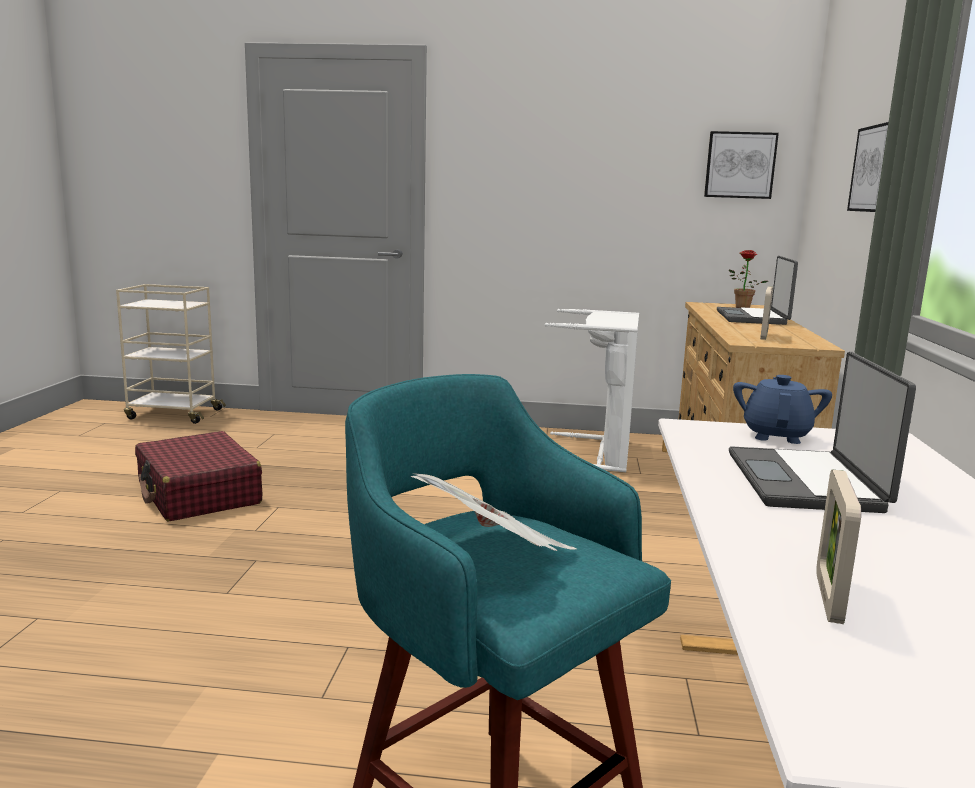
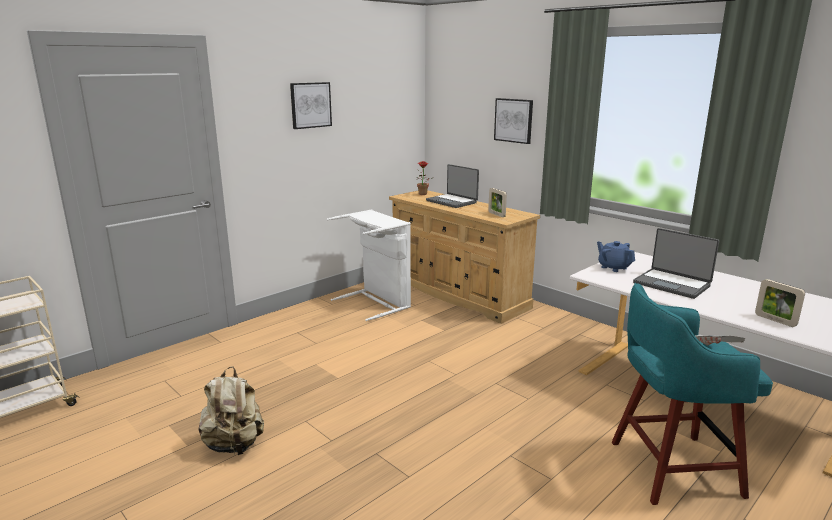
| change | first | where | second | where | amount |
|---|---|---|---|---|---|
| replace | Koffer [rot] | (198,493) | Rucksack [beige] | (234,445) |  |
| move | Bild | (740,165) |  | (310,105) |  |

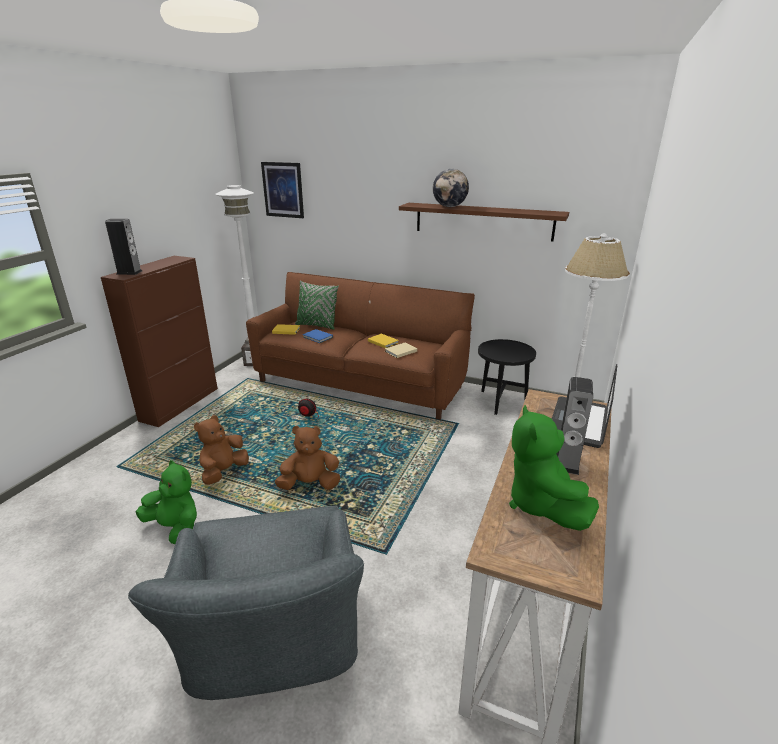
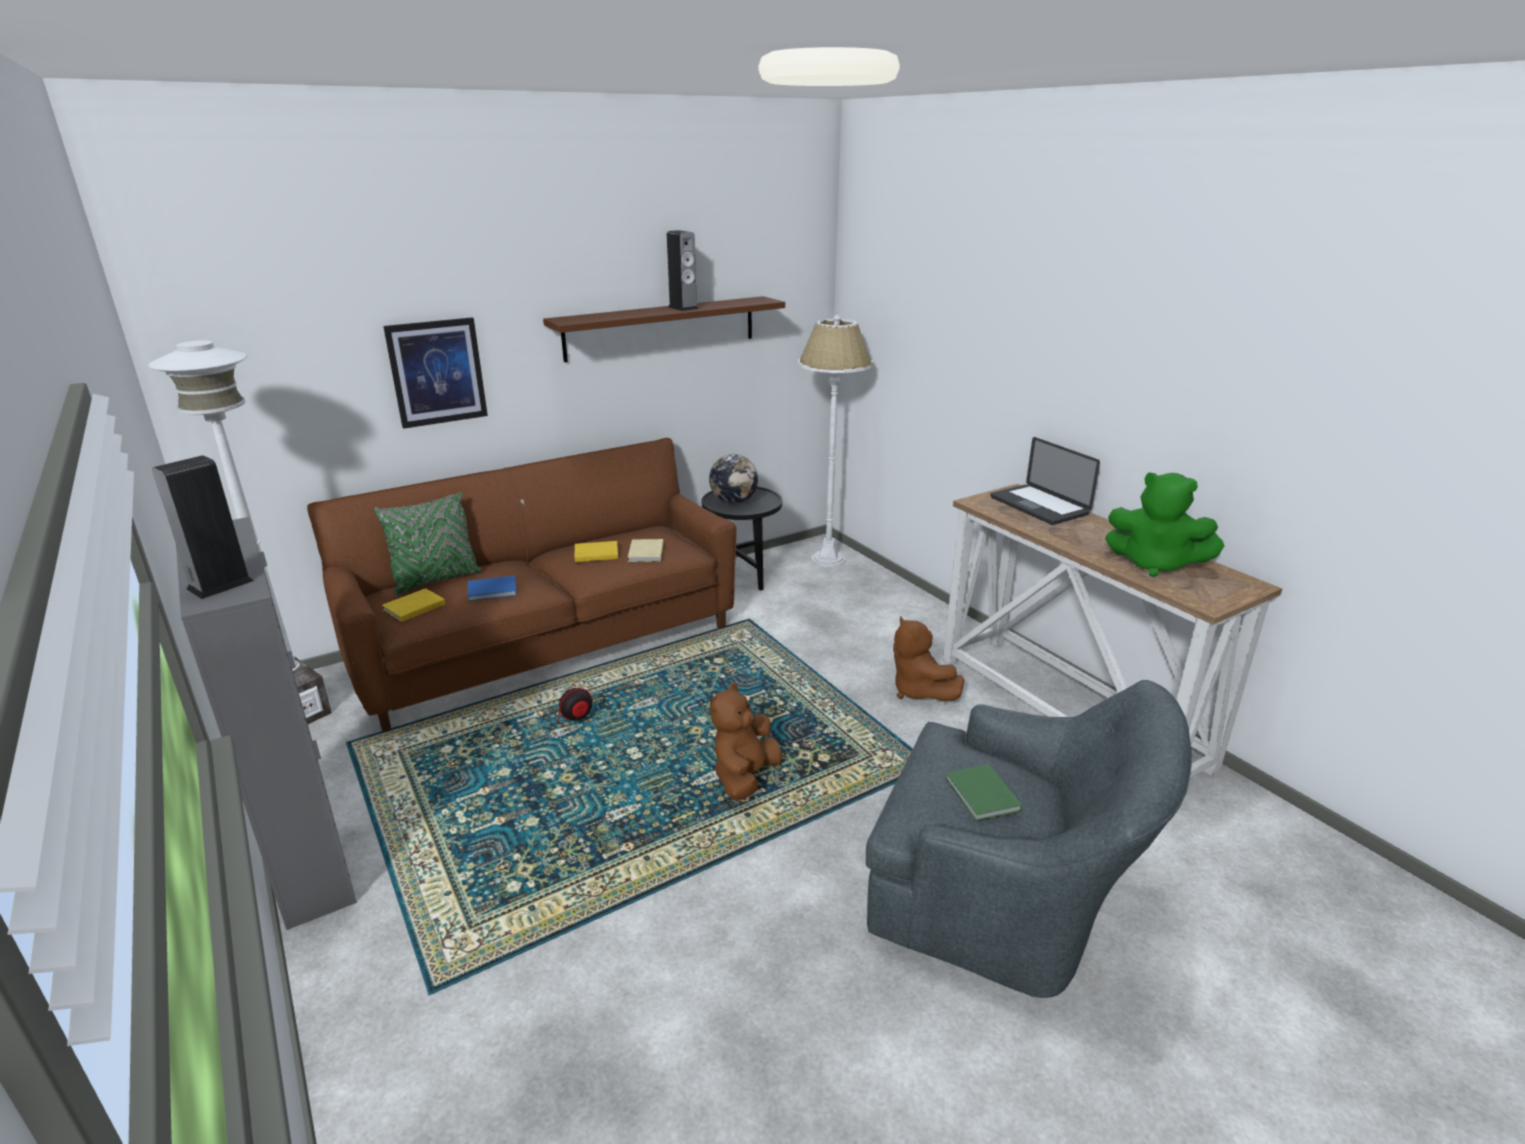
| change | first | where | second | where | amount |
|---|---|---|---|---|---|
| recolor | Schrank [braun] | (180,404) | Schrank [grau] | (308,851) |  |
| delete | Plüschtier [grün] | (176,528) |  |  |  |
| move | Plüschtier [braun] | (224,472) |  | (919,691) |  |
| move | Bild | (283,190) |  | (437,372) |  |
| move | Globus | (449,207) |  | (734,502) |  |
| move | Lautsprecher | (566,462) |  | (683,308) |  |
| insert |  |  | Buch [grün] | (982,796) |  |

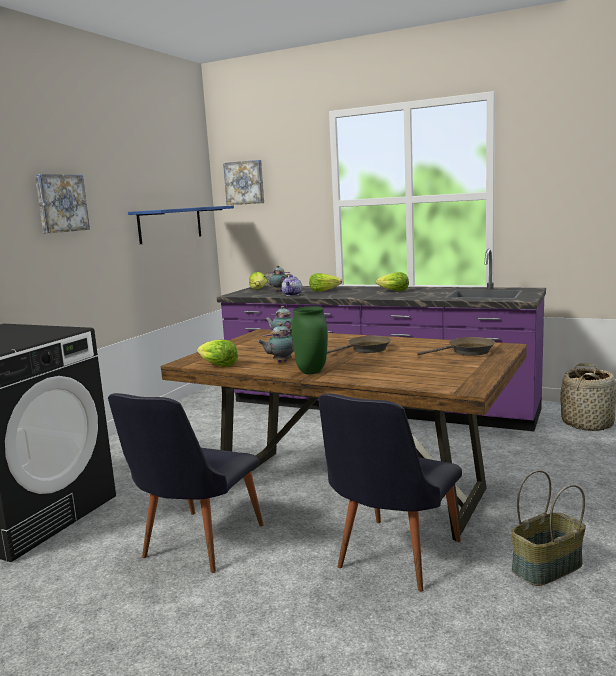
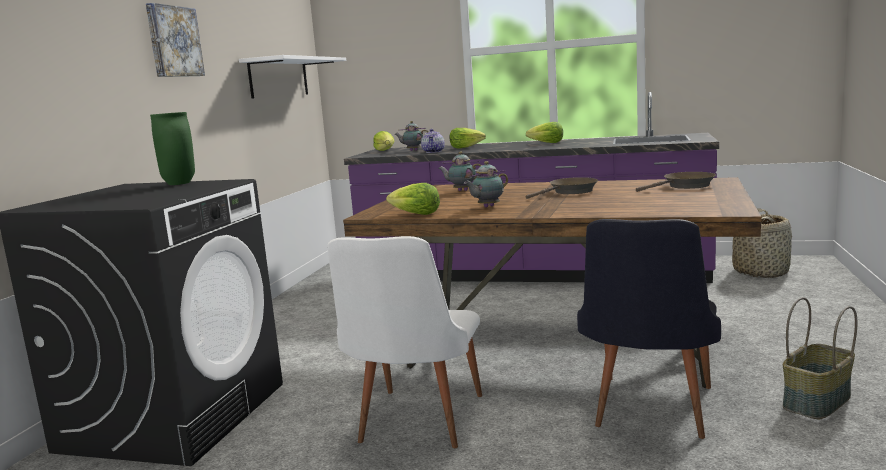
| change | first | where | second | where | amount |
|---|---|---|---|---|---|
| recolor | Stuhl [schwarz] | (194,546) | Stuhl [weiß] | (415,424) |  |
| recolor | Wandregal [blau] | (170,224) | Wandregal [weiß] | (279,78) |  |
| delete | Bild | (245,182) |  |  |  |
| move | Vase [grün] | (312,372) |  | (180,183) |  |

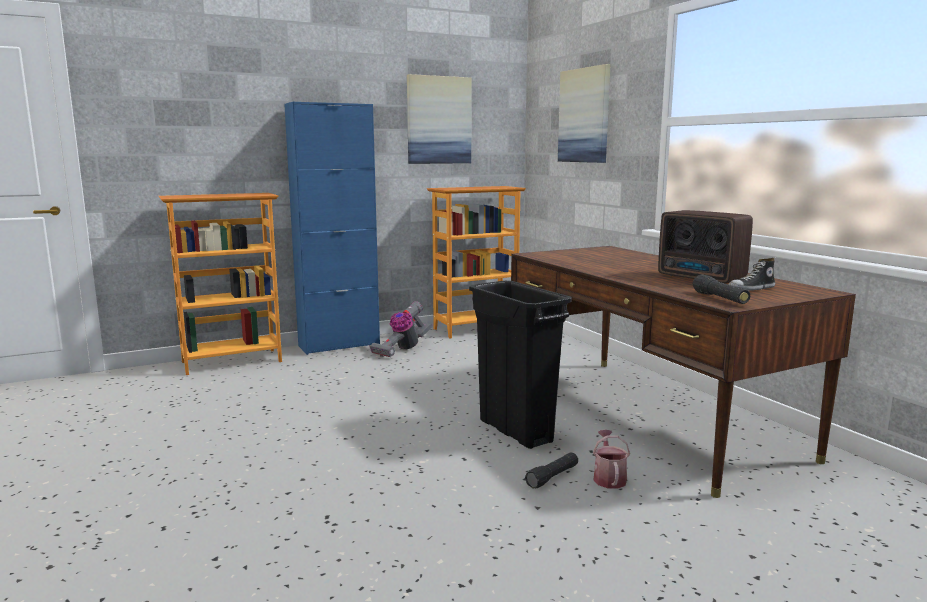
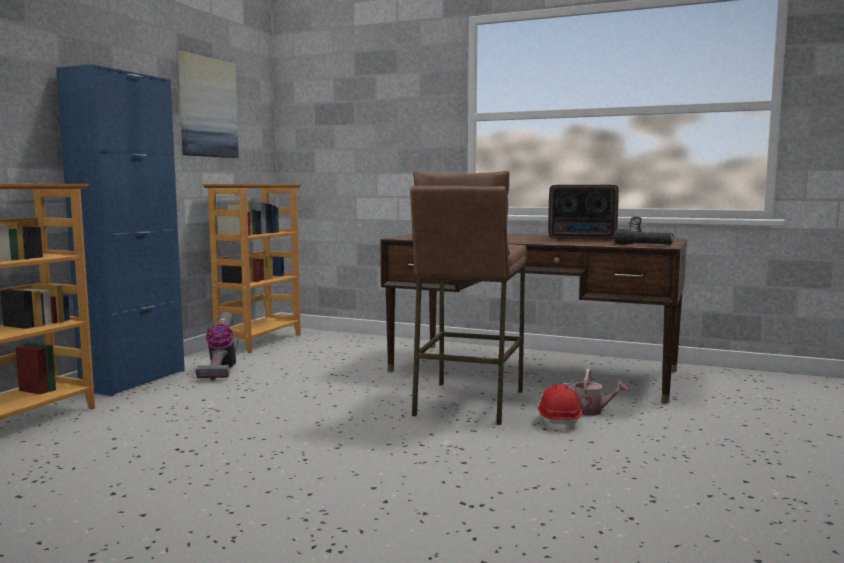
| change | first | where | second | where | amount |
|---|---|---|---|---|---|
| replace | Mülleimer [schwarz] | (515,431) | Hocker [braun] | (468,403) |  |
| replace | Taschenlampe [schwarz] | (552,477) | Schutzhelm [rot] | (559,422) |  |
| delete | Bild | (584,115) |  |  |  |
| rotate | Gießkanne | (608,477) |  | (592,411) | 150 degrees clockwise |

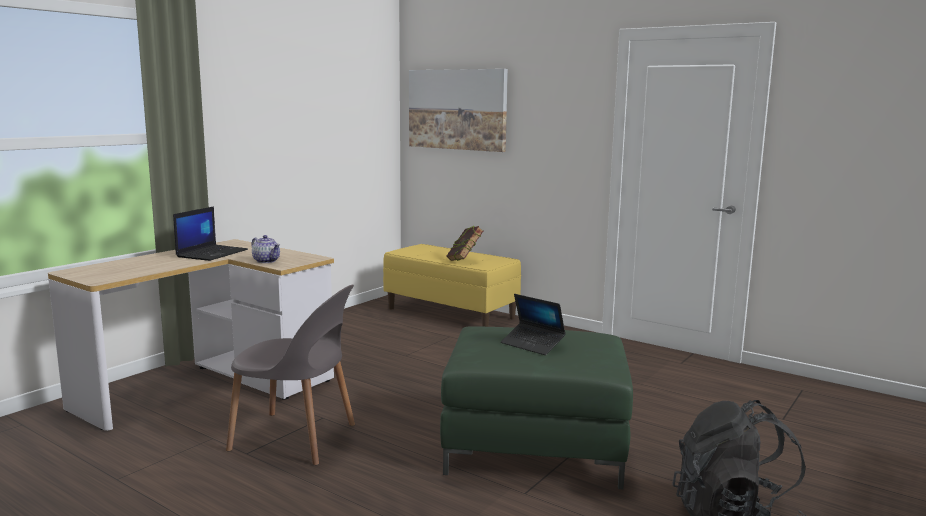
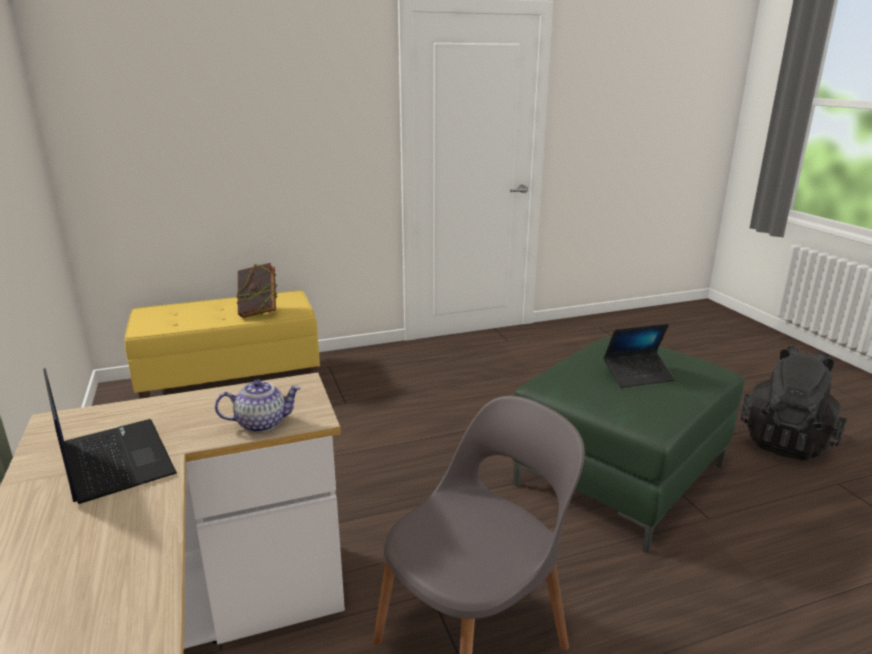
| change | first | where | second | where | amount |
|---|---|---|---|---|---|
| delete | Bild | (457,109) |  |  |  |

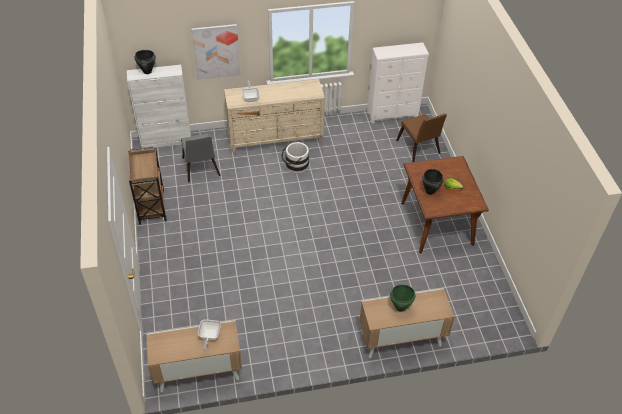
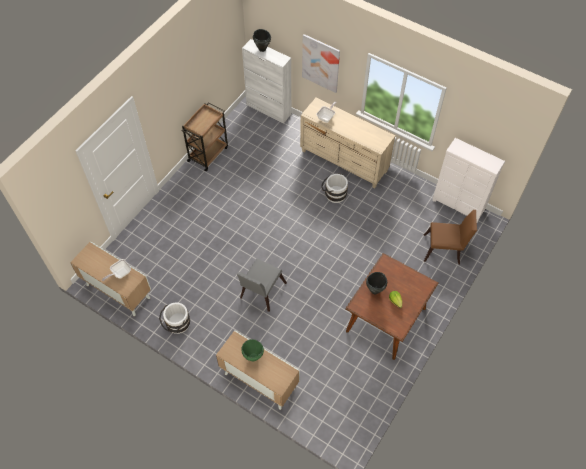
| change | first | where | second | where | amount |
|---|---|---|---|---|---|
| move | Stuhl [grau] | (201,169) |  | (261,292) |  |
| rotate | Stuhl [braun] | (418,149) |  | (444,250) | 105 degrees counterclockwise |
| insert |  |  | Eimer [weiß] | (176,325) |  |

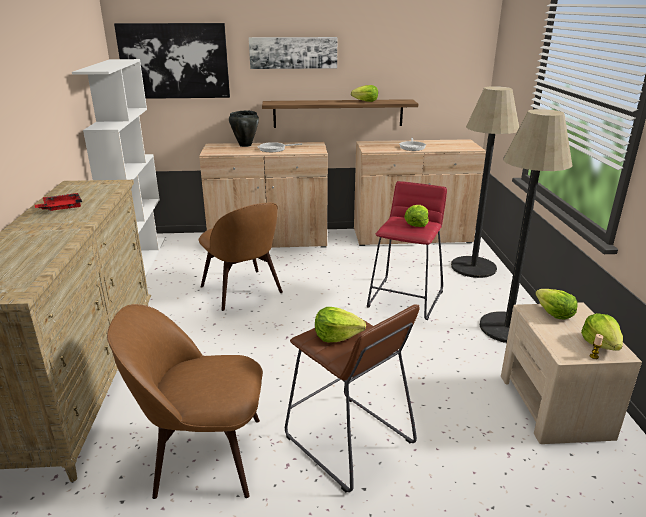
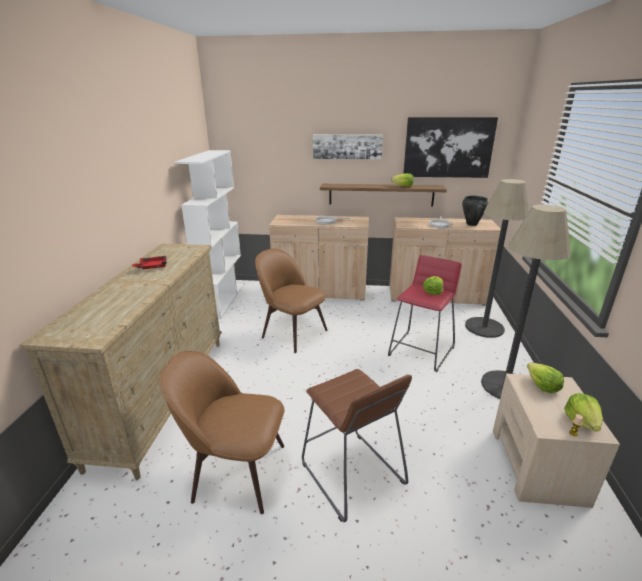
| change | first | where | second | where | amount |
|---|---|---|---|---|---|
| move | Bild | (174,61) |  | (448,147) |  |
| rotate | Stuhl [braun] | (242,291) |  | (292,333) | 150 degrees clockwise |
| move | Kochtopf [schwarz] | (245,145) |  | (471,224) |  |
| delete | Salatkopf | (337,336) |  |  |  |

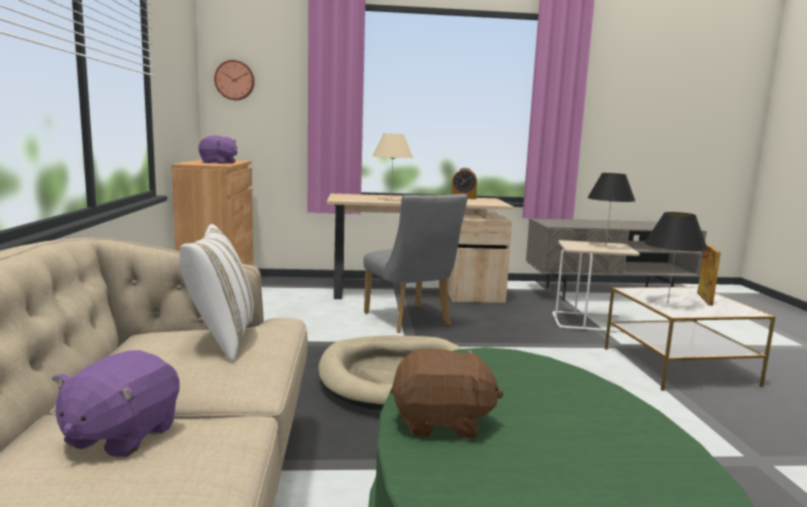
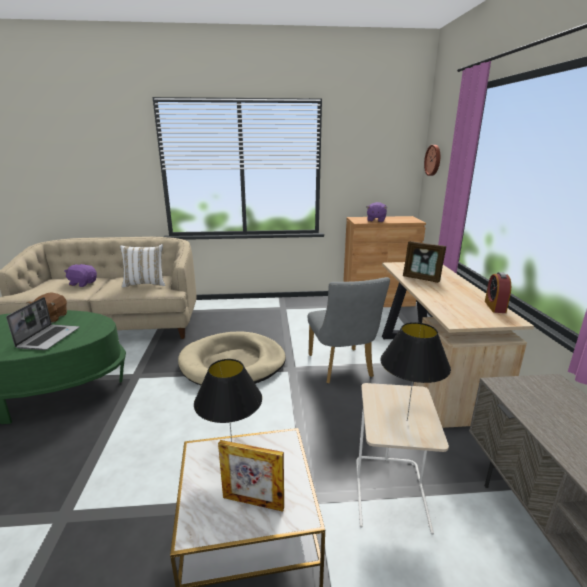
| change | first | where | second | where | amount |
|---|---|---|---|---|---|
| rotate | Stuhl [grau] | (410,321) |  | (342,368) | 75 degrees counterclockwise |
| replace | Tischlampe [beige] | (391,199) | Bilderrahmen | (421,278) |  |
| insert |  |  | Laptop | (49,338) |  |

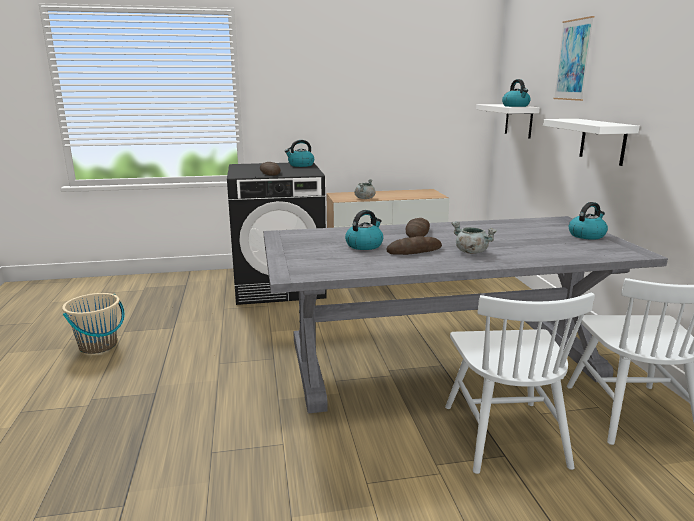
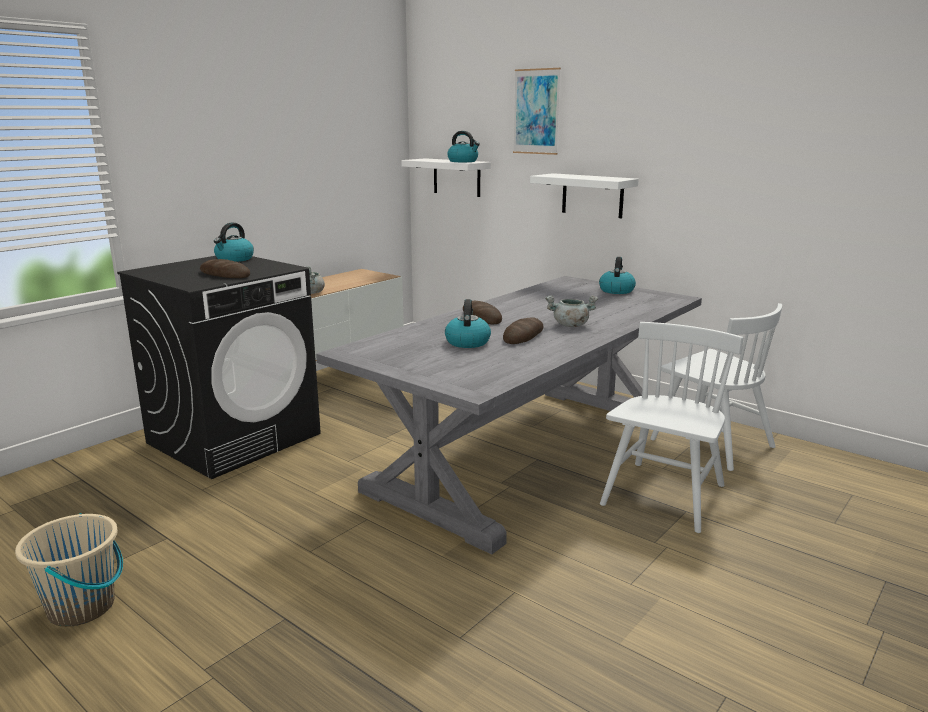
| change | first | where | second | where | amount |
|---|---|---|---|---|---|
| rotate | Stuhl [weiß] | (504,435) |  | (664,496) | 105 degrees counterclockwise |

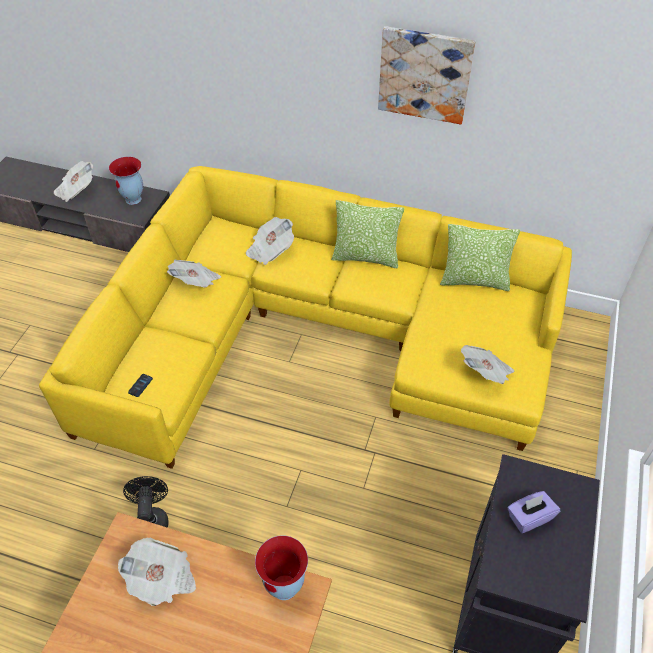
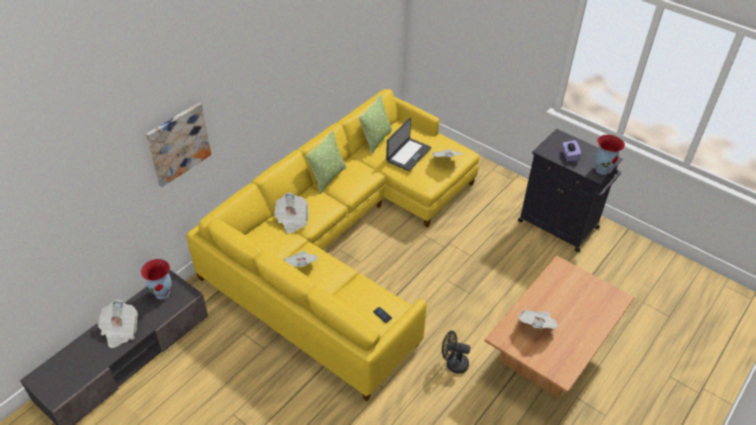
| change | first | where | second | where | amount |
|---|---|---|---|---|---|
| move | Vase | (285,587) |  | (602,169) |  |
| move | Bild | (425,75) |  | (178,143) |  |
| insert |  |  | Laptop | (408,154) |  |

